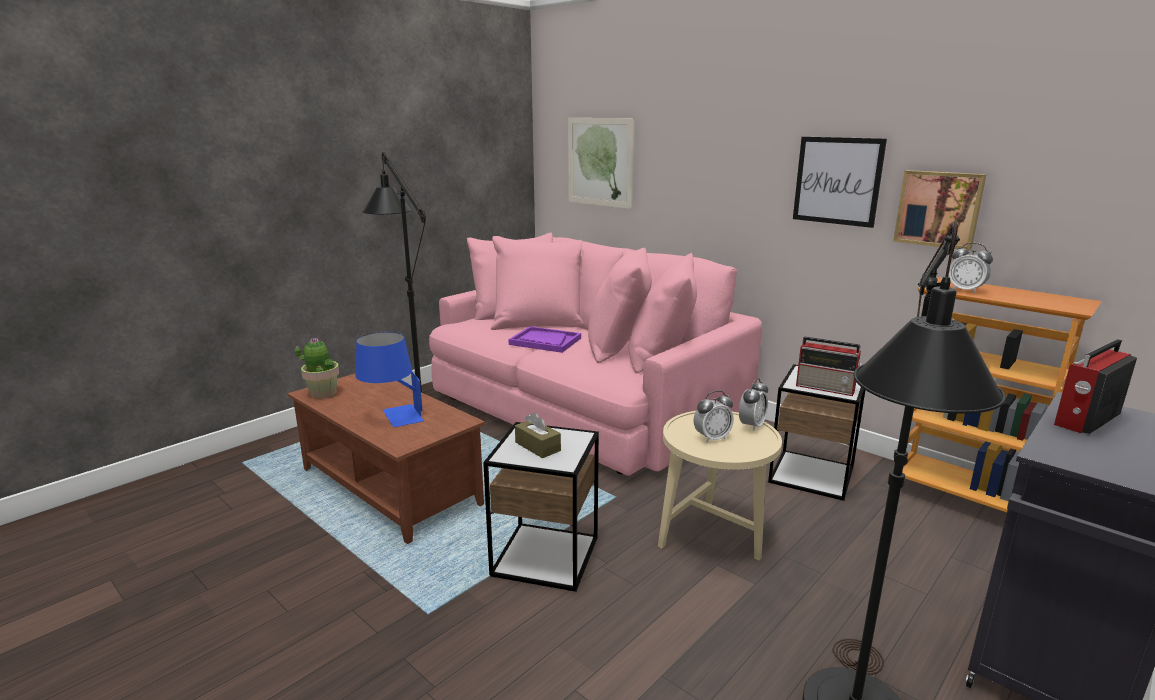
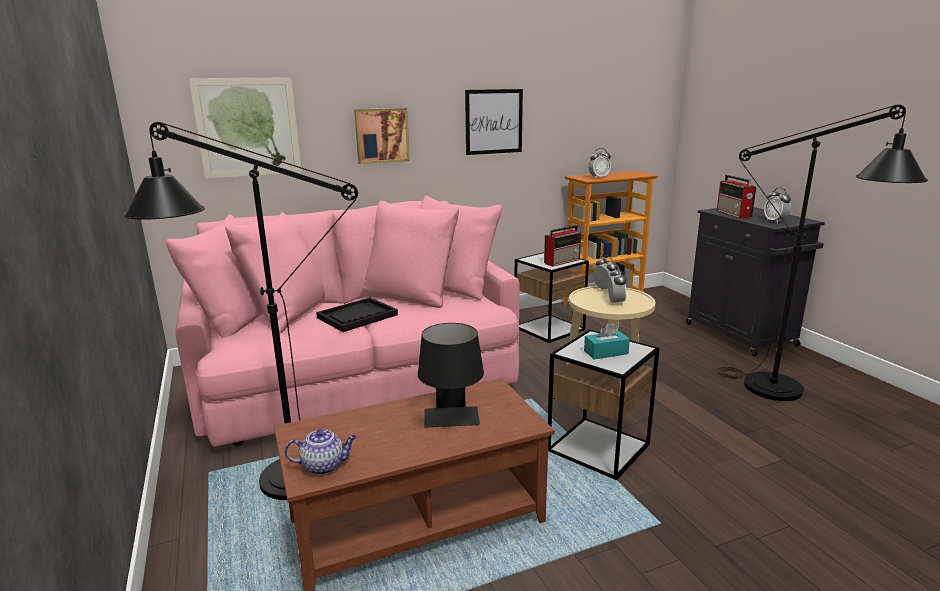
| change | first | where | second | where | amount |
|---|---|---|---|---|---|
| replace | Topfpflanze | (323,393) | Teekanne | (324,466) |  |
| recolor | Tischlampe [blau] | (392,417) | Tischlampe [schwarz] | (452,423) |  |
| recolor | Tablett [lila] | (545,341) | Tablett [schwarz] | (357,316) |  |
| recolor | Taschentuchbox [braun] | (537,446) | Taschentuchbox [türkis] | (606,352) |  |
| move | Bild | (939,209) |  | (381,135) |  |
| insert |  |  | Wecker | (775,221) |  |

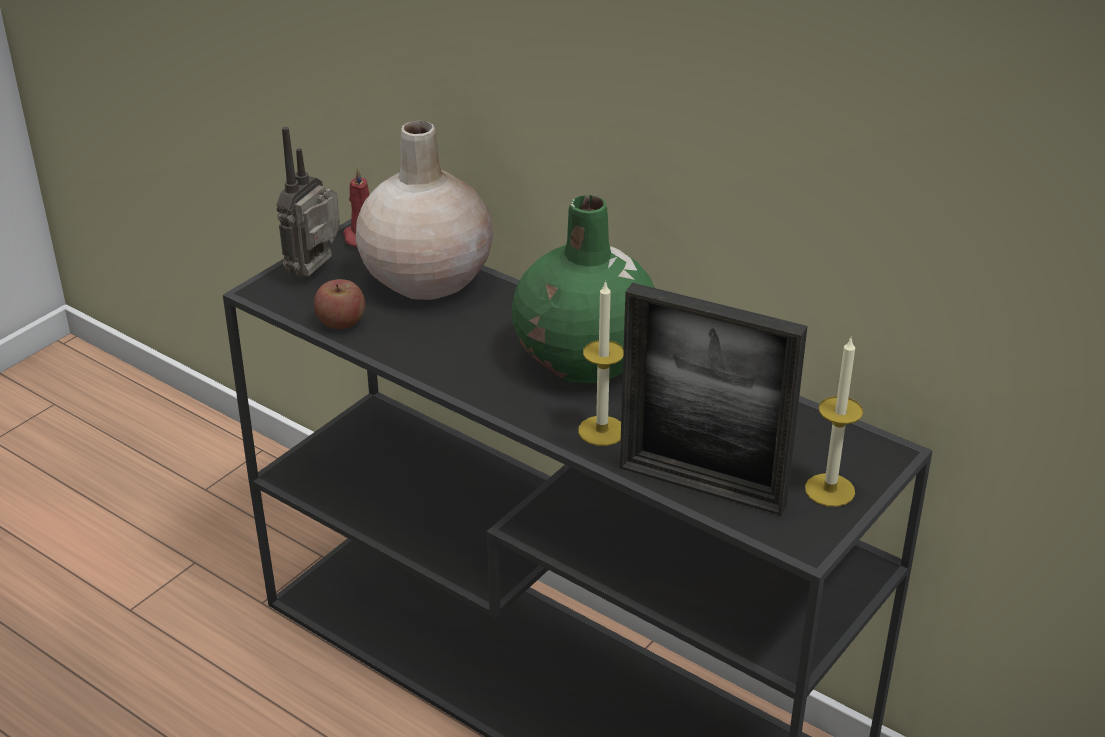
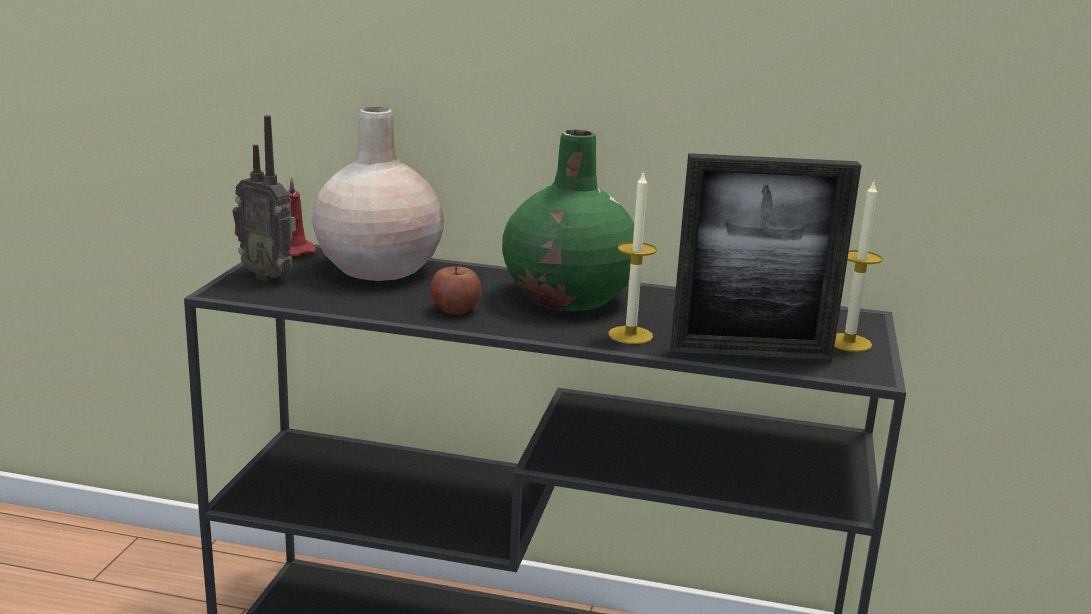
| change | first | where | second | where | amount |
|---|---|---|---|---|---|
| rotate | Radio | (317,272) |  | (269,275) | 60 degrees counterclockwise |
| move | Apfel | (341,322) |  | (455,310) |  |

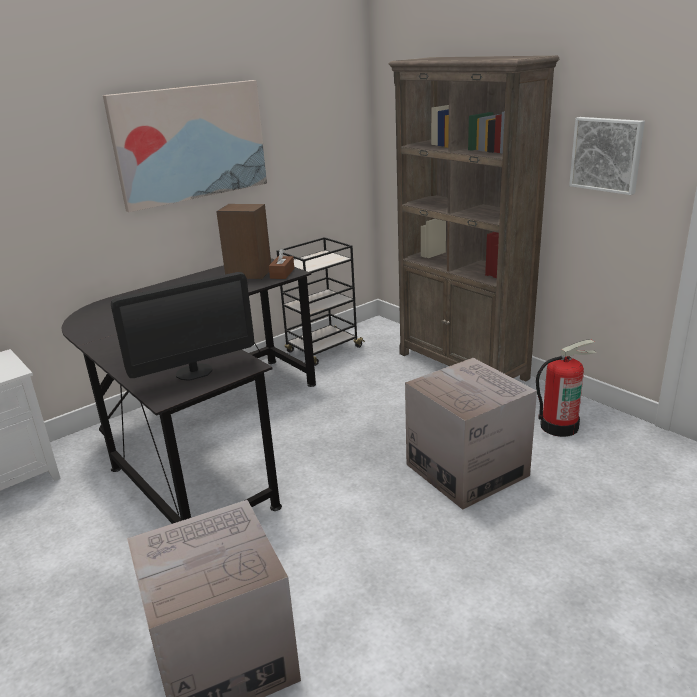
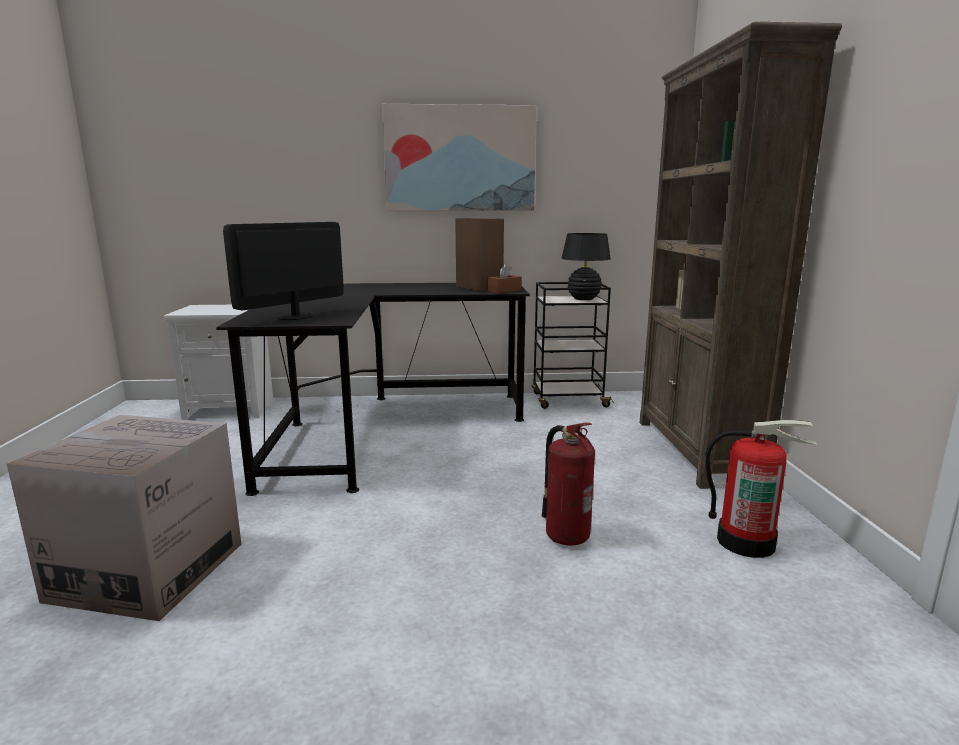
| change | first | where | second | where | amount |
|---|---|---|---|---|---|
| rotate | Monitor | (194,372) |  | (296,317) | 120 degrees clockwise |
| replace | Karton | (467,470) | Feuerlöscher | (566,535) |  |
| delete | Bild | (607,154) |  |  |  |
| insert |  |  | Tischlampe [schwarz] | (583,299) |  |

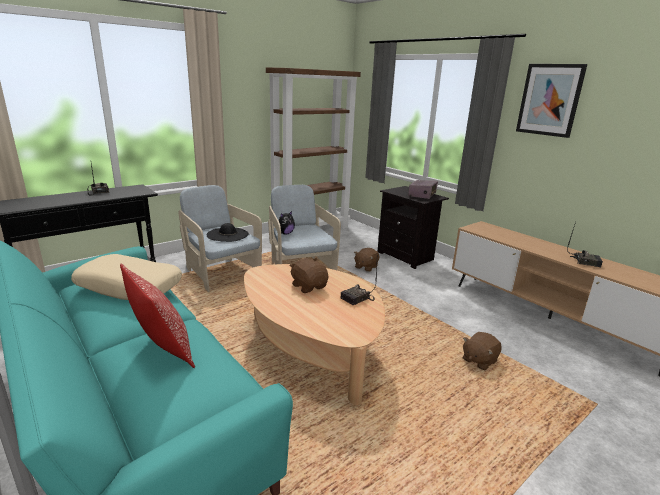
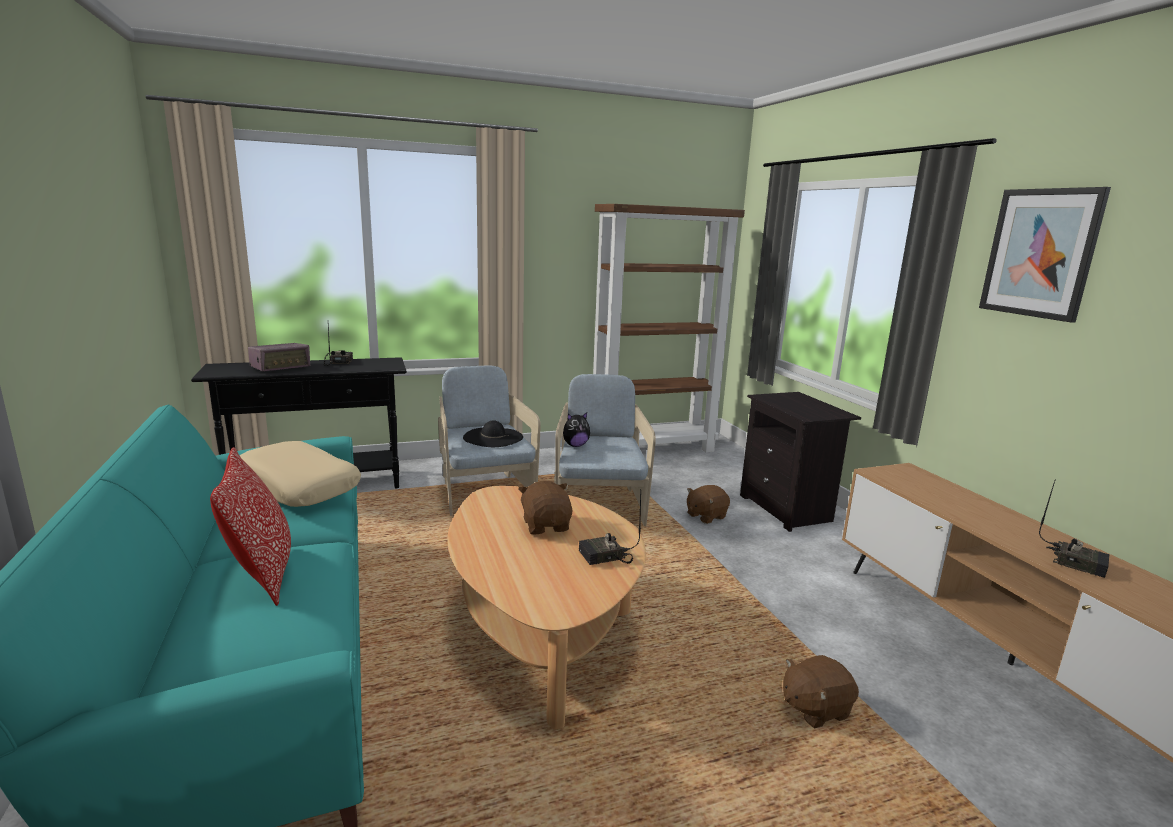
| change | first | where | second | where | amount |
|---|---|---|---|---|---|
| move | Radio | (422,195) |  | (281,367) |  |

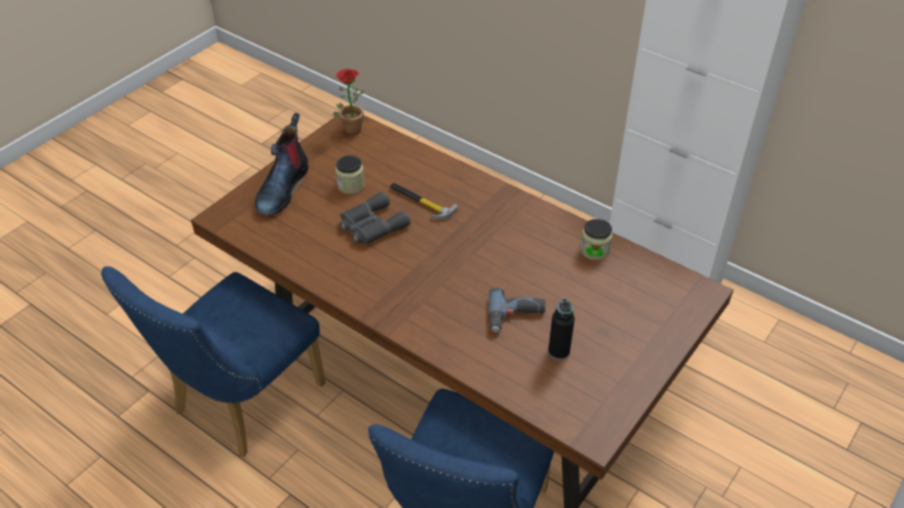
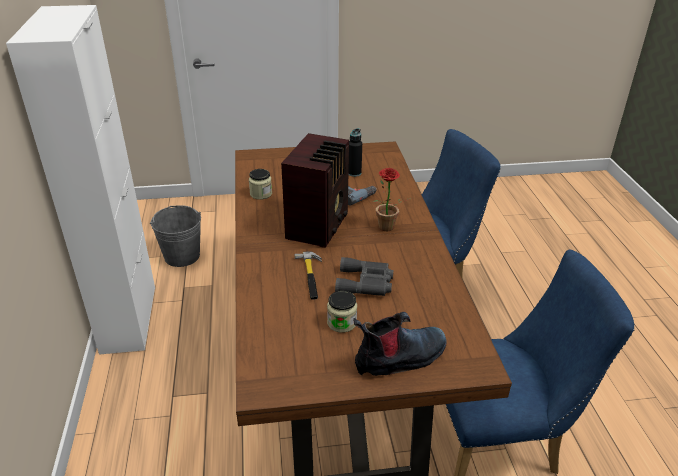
| change | first | where | second | where | amount |
|---|---|---|---|---|---|
| move | Topfpflanze | (351,128) |  | (386,229) |  |
| insert |  |  | Eimer [grau] | (182,256) |  |
| insert |  |  | Radio | (319,225) |  |

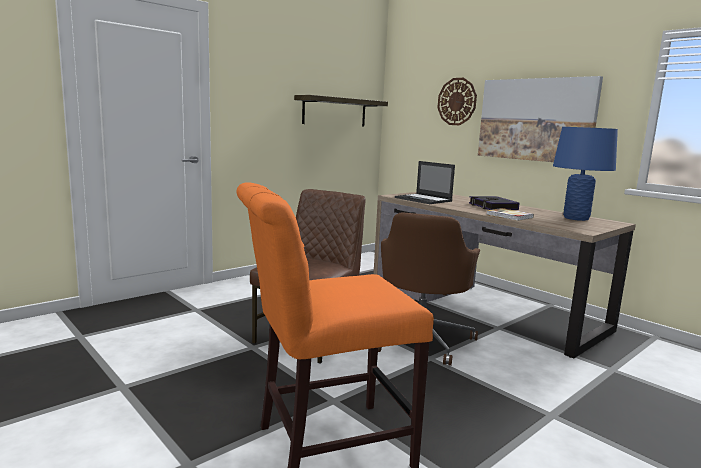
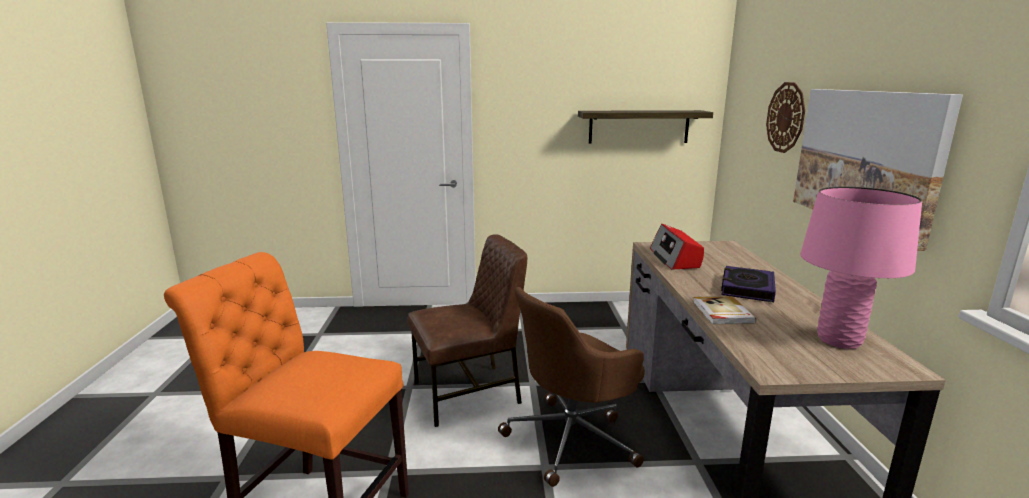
| change | first | where | second | where | amount |
|---|---|---|---|---|---|
| replace | Laptop | (424,199) | Radio | (675,258) |  |
| recolor | Tischlampe [blau] | (576,218) | Tischlampe [rosa] | (839,340) |  |

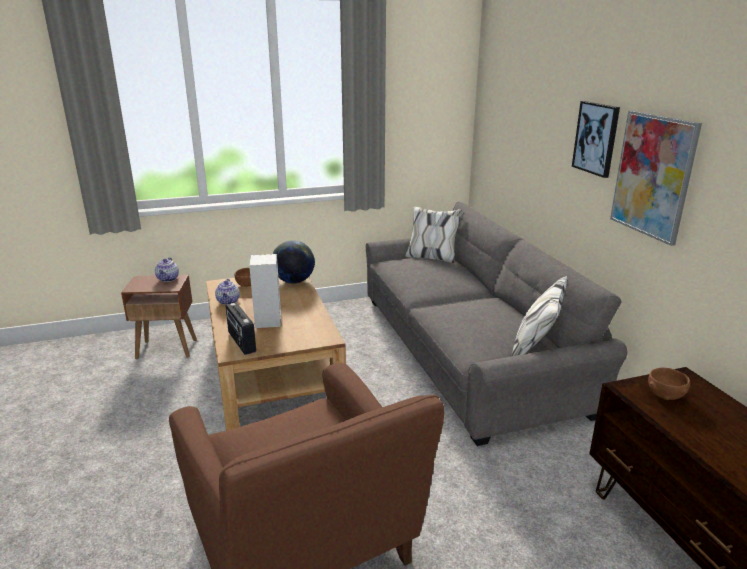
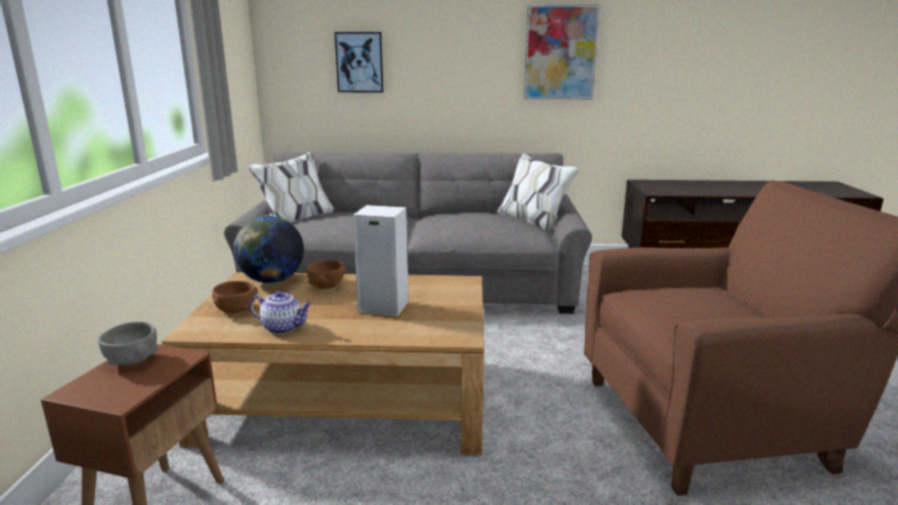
| change | first | where | second | where | amount |
|---|---|---|---|---|---|
| replace | Teekanne | (168,279) | Schüssel [grau] | (132,360) |  |
| delete | Radio | (241,342) |  |  |  |
| move | Bild | (596,138) |  | (359,62) |  |
| move | Schüssel [braun] | (665,395) |  | (326,286) |  |

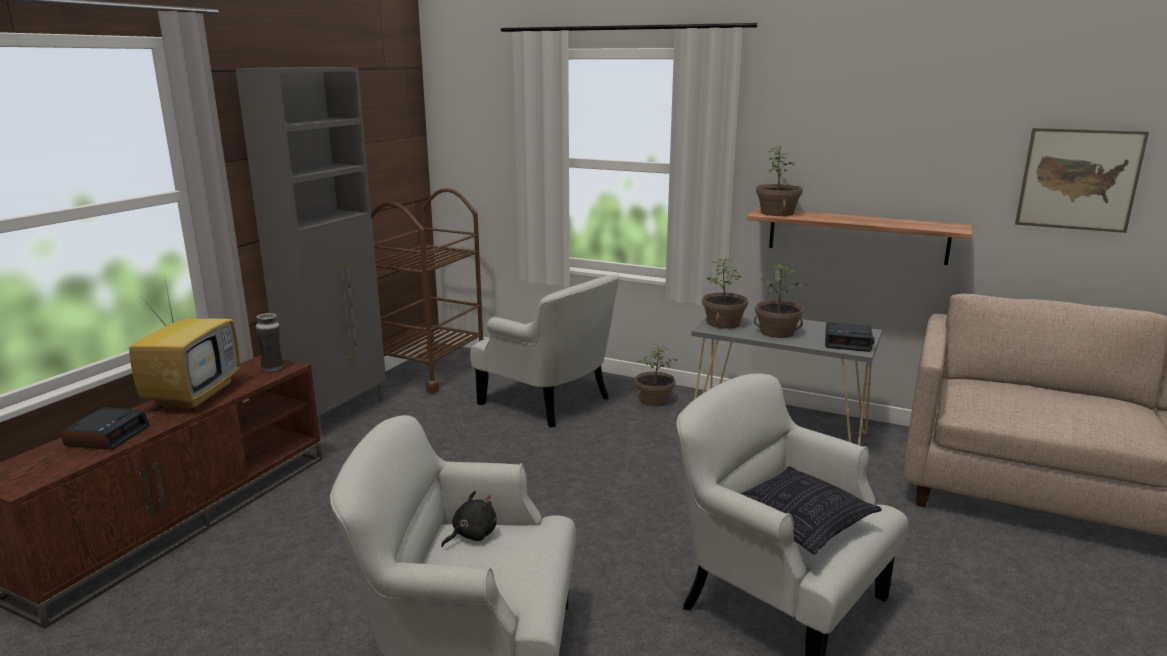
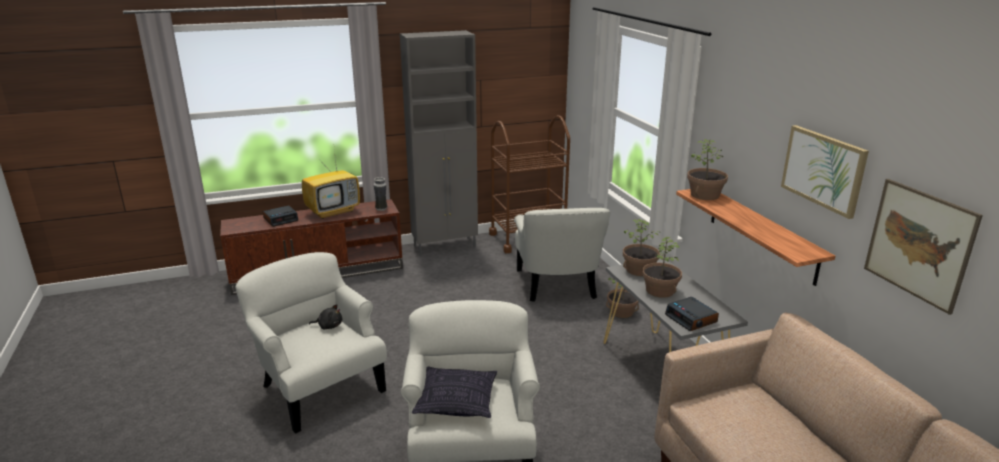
| change | first | where | second | where | amount |
|---|---|---|---|---|---|
| insert |  |  | Bild | (823,169) |  |

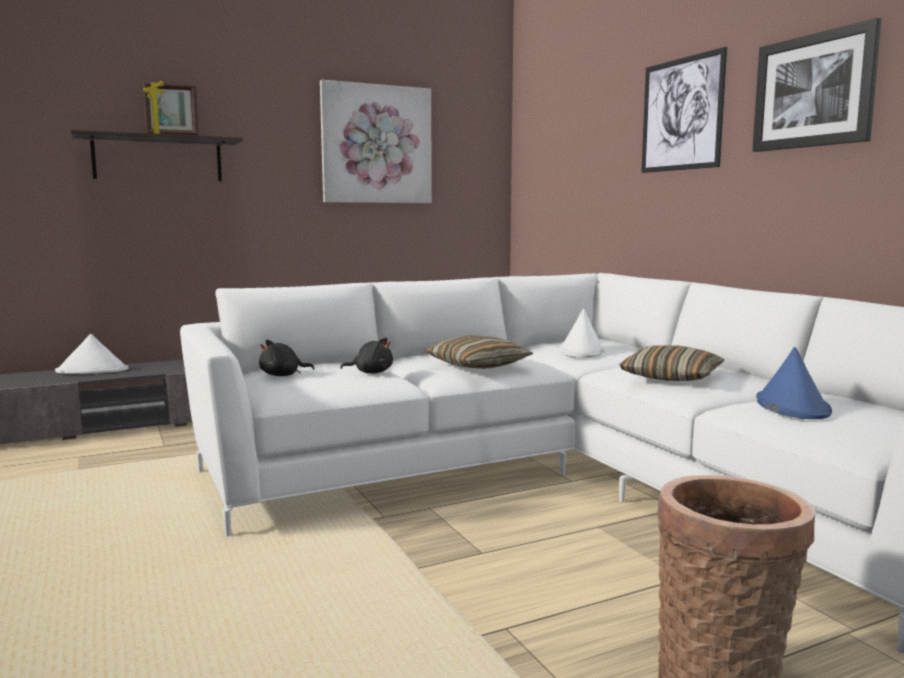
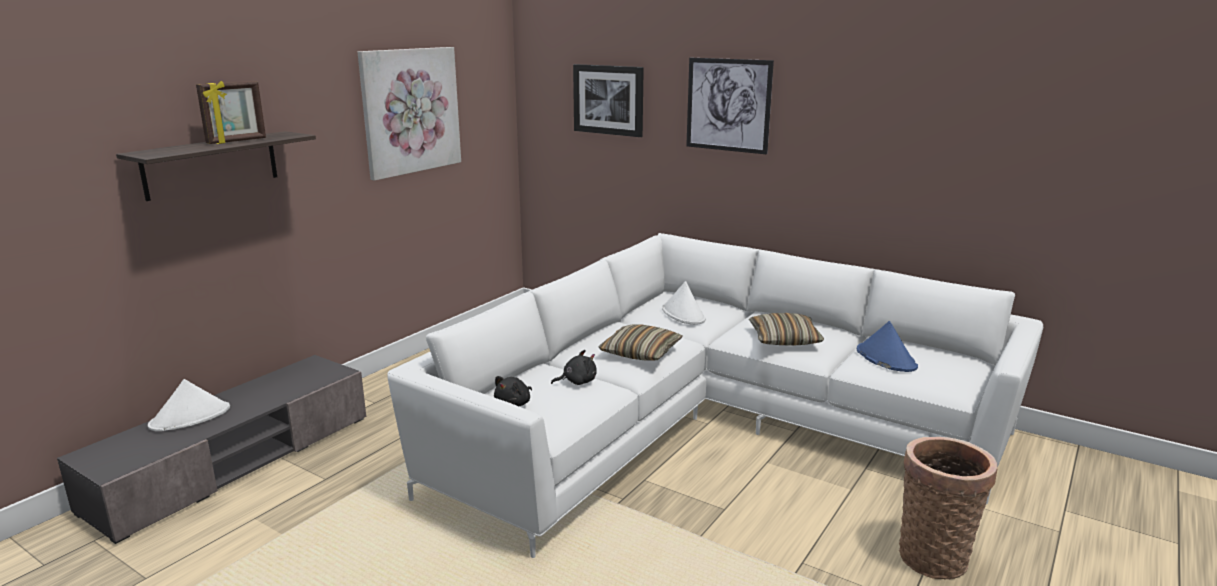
| change | first | where | second | where | amount |
|---|---|---|---|---|---|
| move | Bild | (813,91) |  | (608,100) |  |

